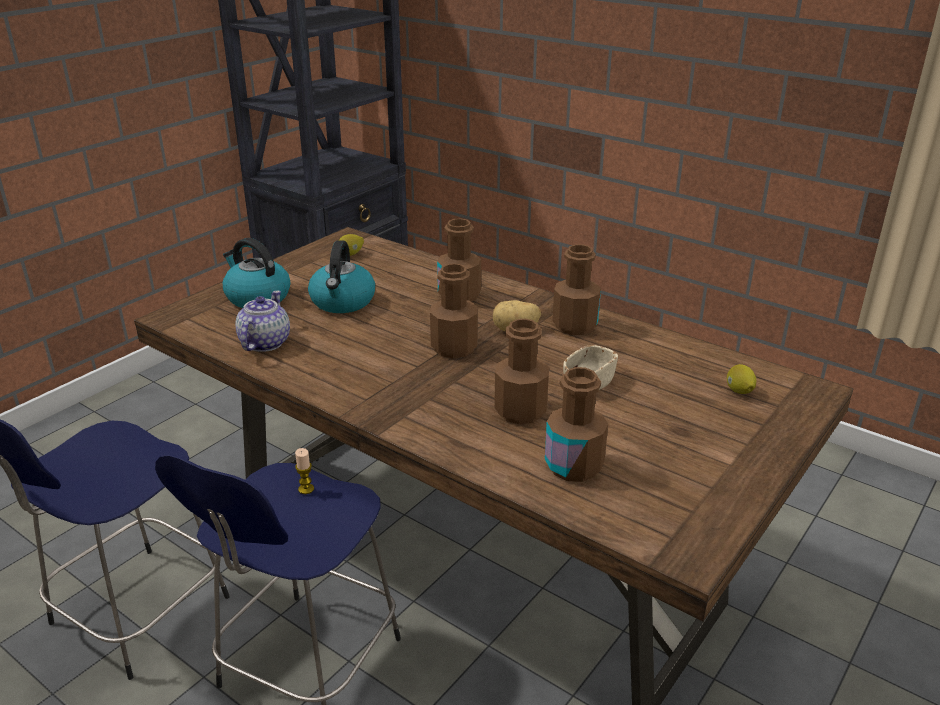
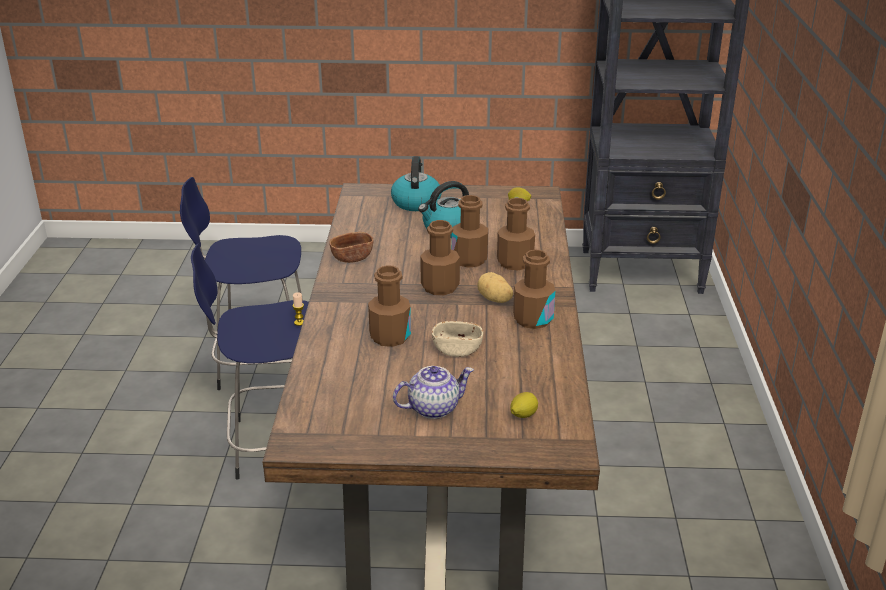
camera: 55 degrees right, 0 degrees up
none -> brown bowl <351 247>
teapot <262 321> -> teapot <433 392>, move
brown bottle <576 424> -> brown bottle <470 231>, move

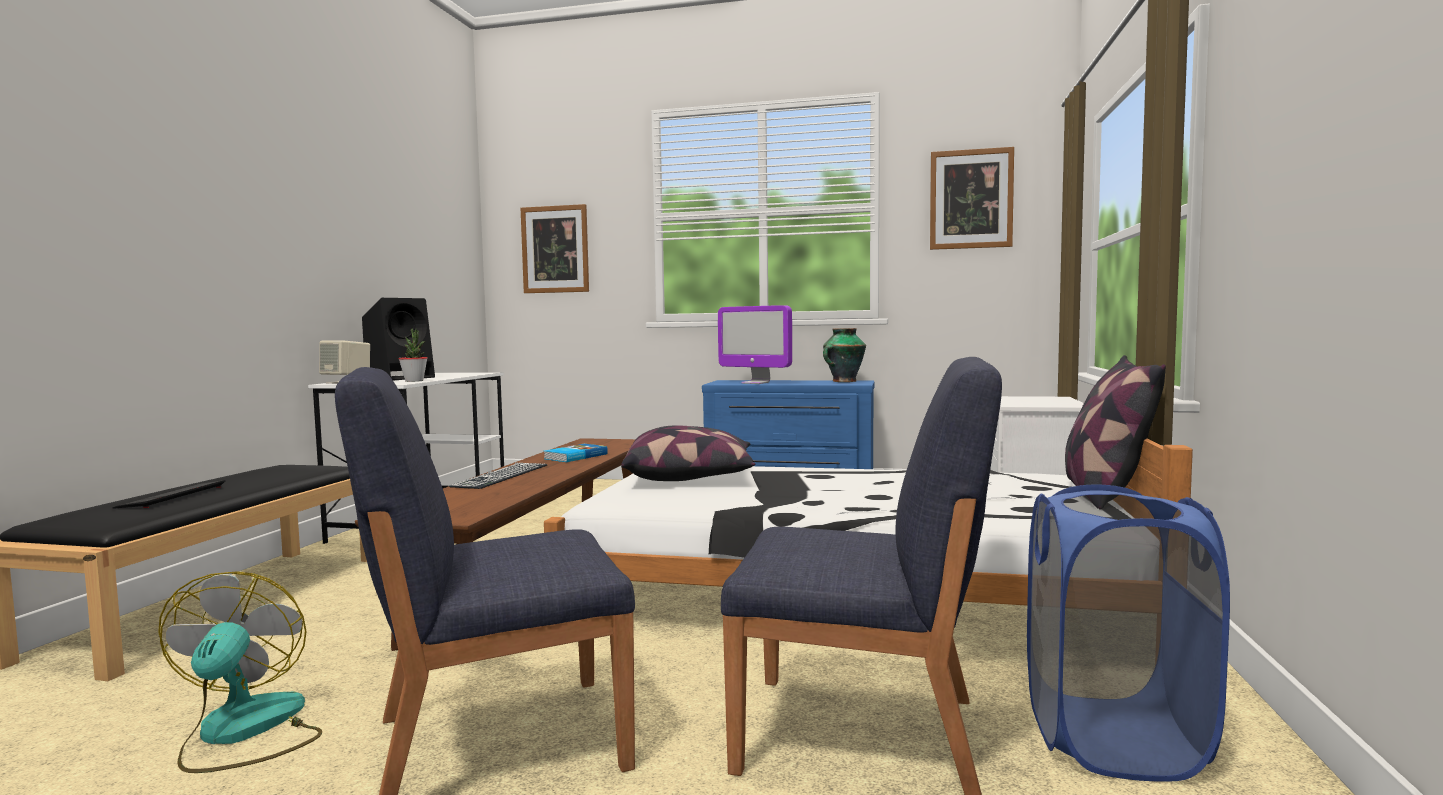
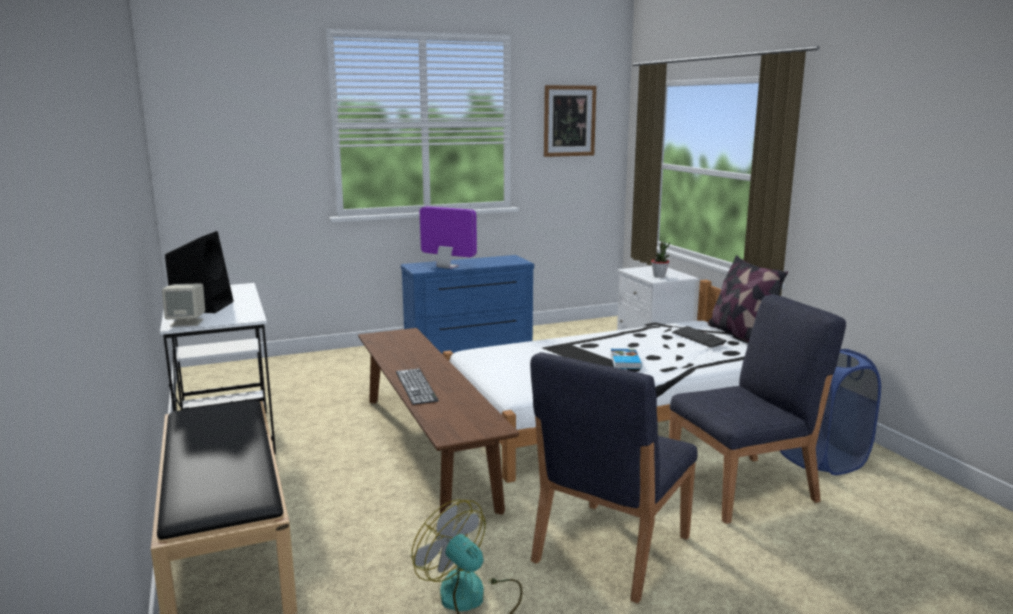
camera: 35 degrees left, 10 degrees up
monitor <755 344> -> monitor <448 237>, 150 degrees counterclockwise
book <576 453> -> book <626 359>, move
potted plant <413 355> -> potted plant <660 260>, move
keyboard <169 494> -> keyboard <699 337>, move
picture <554 248> -> none
pillow <688 453> -> none
vase <844 355> -> none

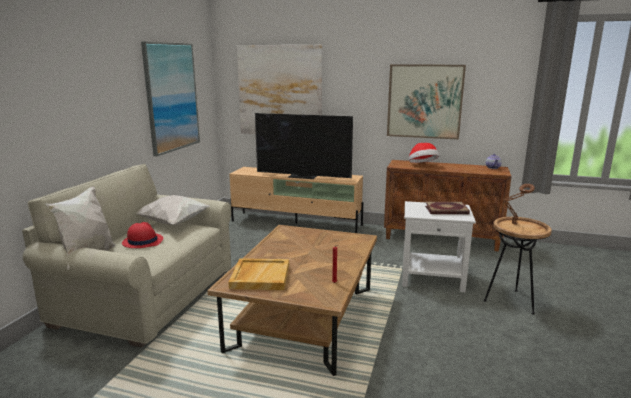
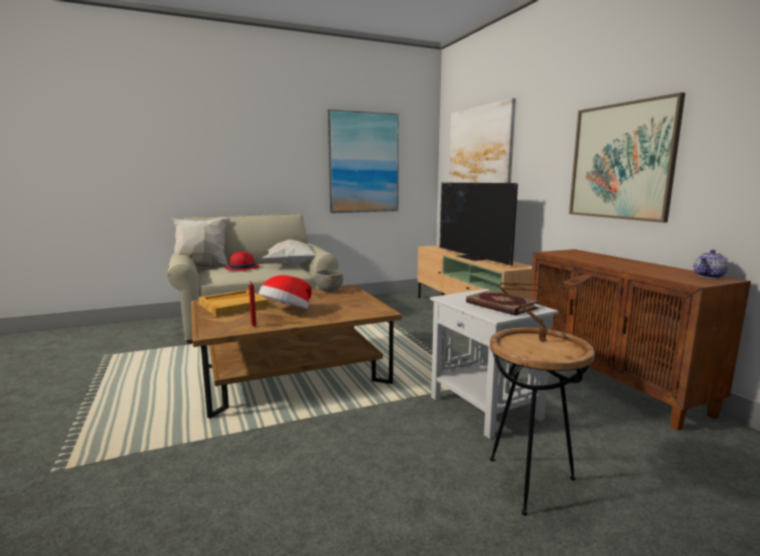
camera: 50 degrees right, 5 degrees down
hat <424 153> -> hat <285 292>, move
none -> grey bowl <329 281>

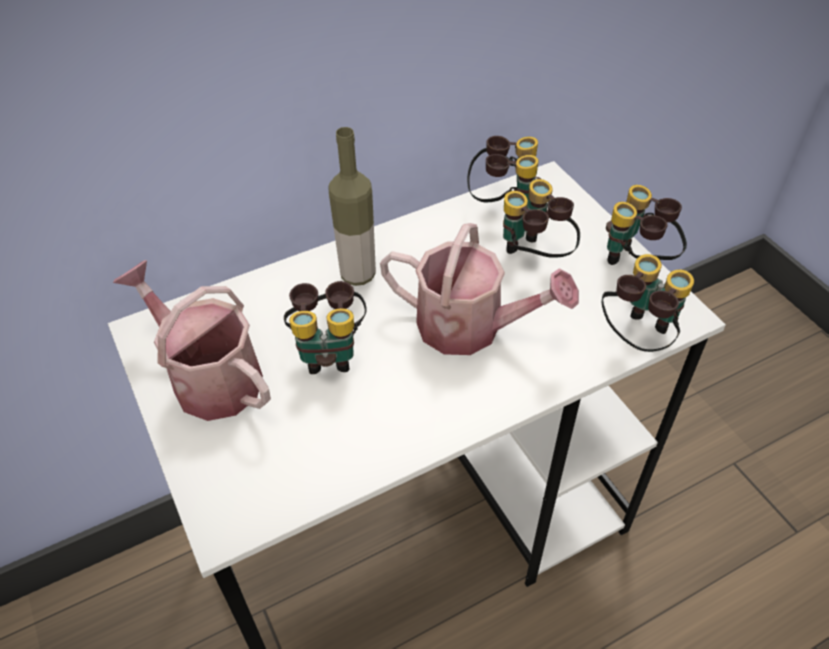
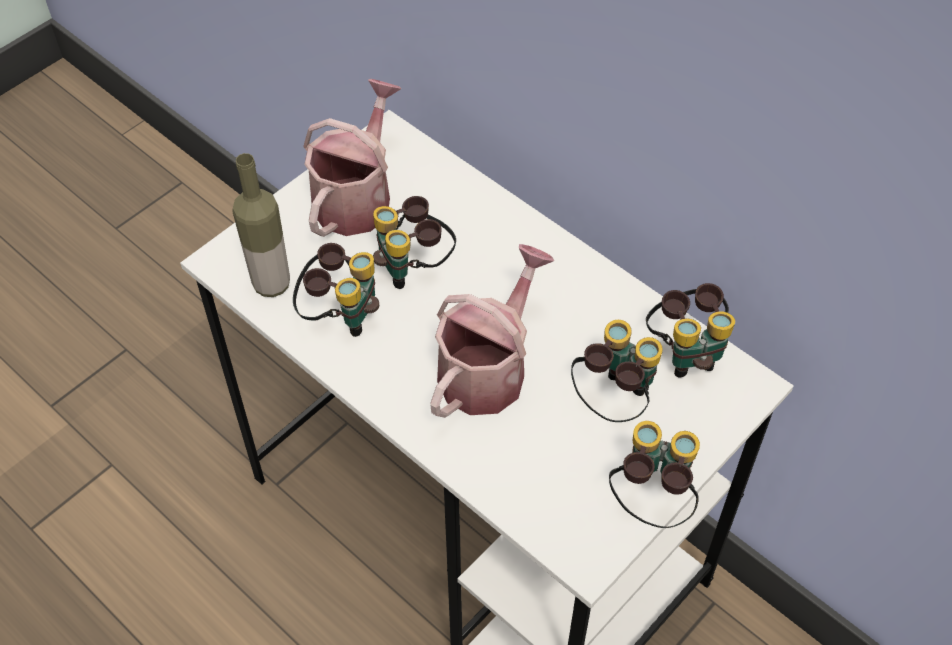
camera: 70 degrees right, 5 degrees up
bottle <352 206> -> bottle <261 225>, move
binoculars <648 303> -> binoculars <336 290>, move
watering can <479 289> -> watering can <492 331>, 150 degrees counterclockwise

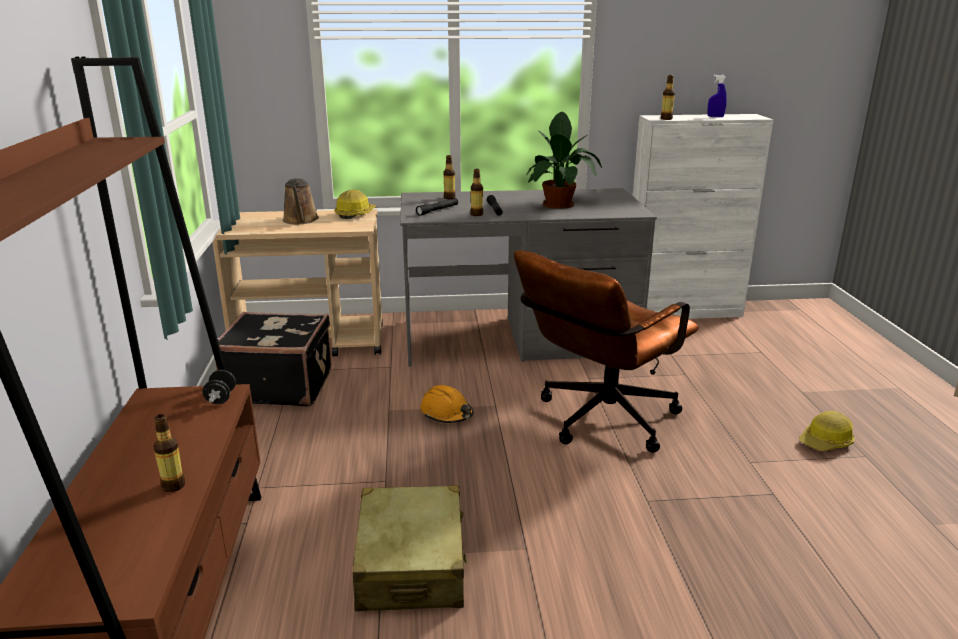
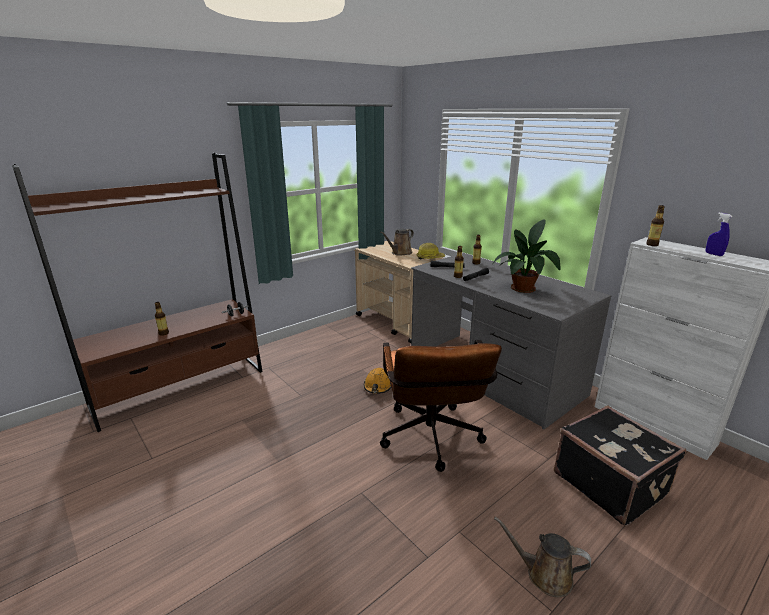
camera: 55 degrees right, 0 degrees up
brown office chair <606 351> -> brown office chair <441 406>, 105 degrees counterclockwise
hard hat <826 431> -> brown watering can <542 557>
black suitcase <271 359> -> black suitcase <620 465>, move
beige suitcase <410 548> -> none

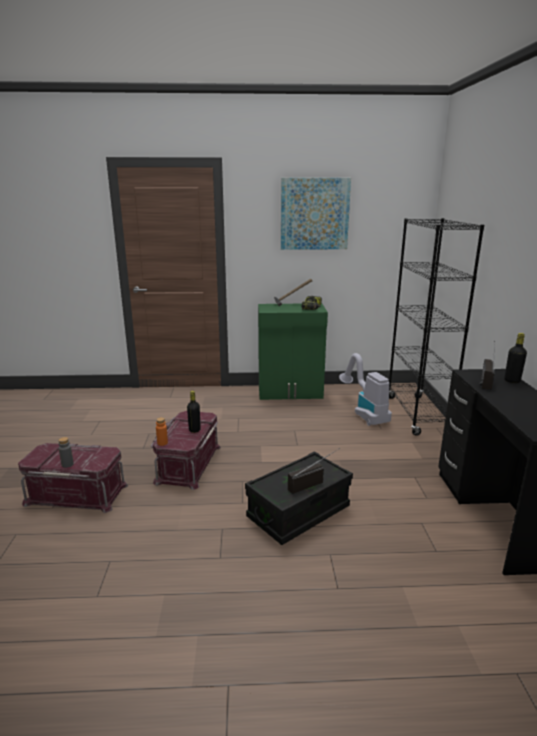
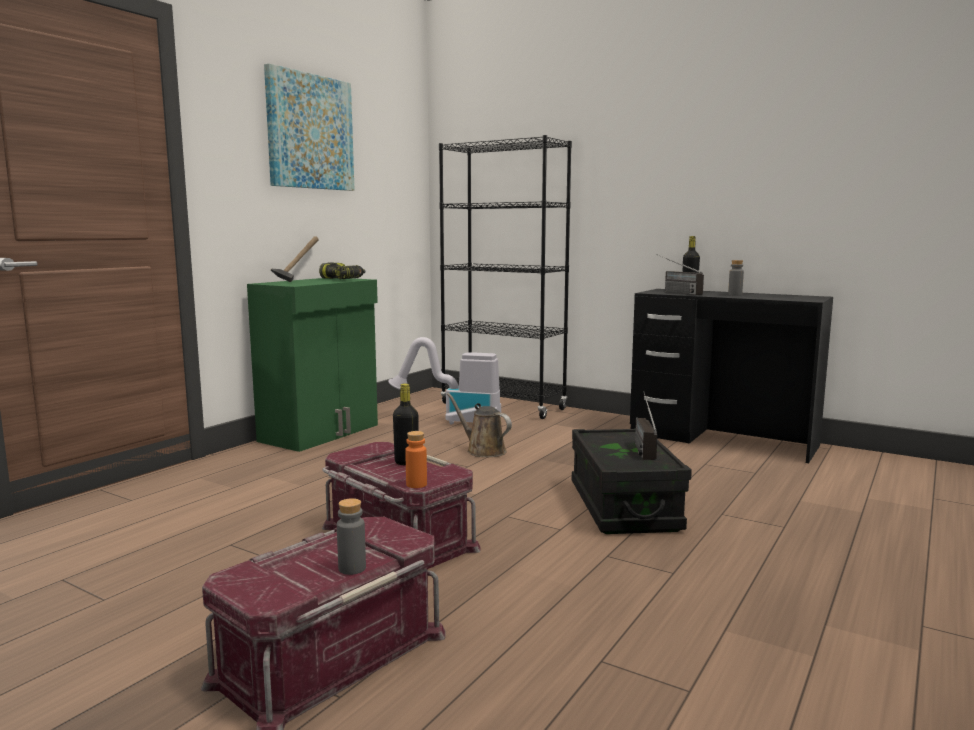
camera: 55 degrees left, 10 degrees down
none -> brown watering can <479 425>
none -> grey bottle <736 278>

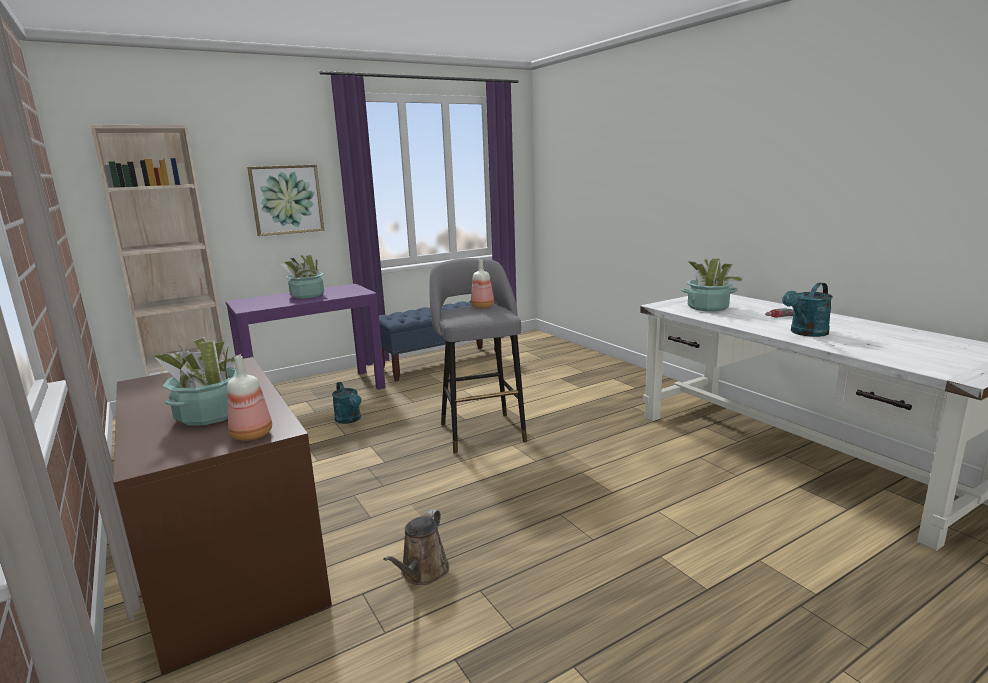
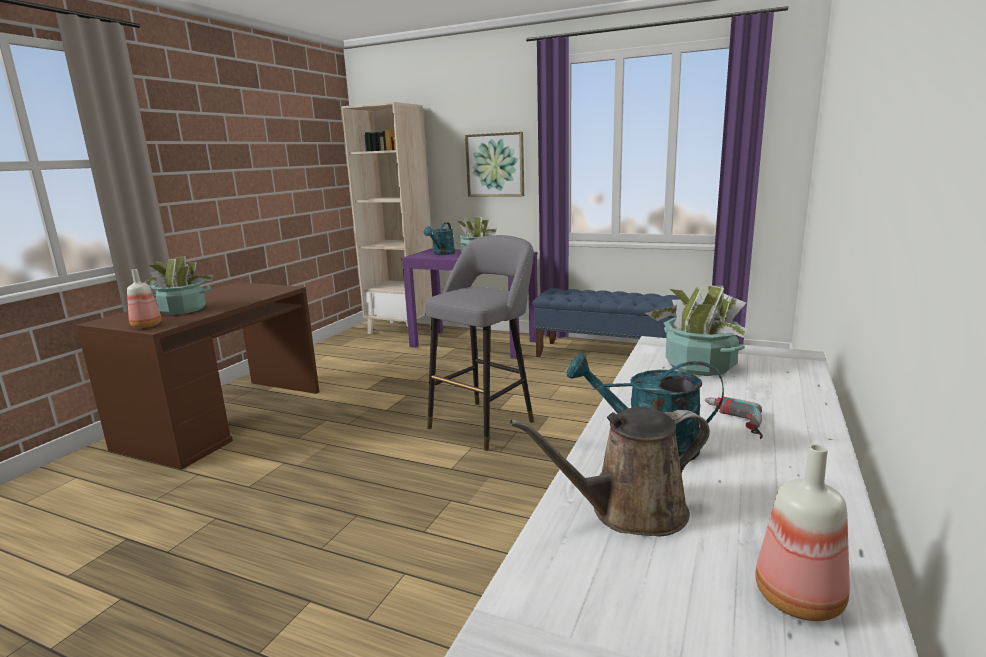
camera: 55 degrees right, 0 degrees up
turquoise watering can <346 403> -> turquoise watering can <439 238>, move
brown watering can <416 547> -> brown watering can <610 472>, move
bottle <482 284> -> bottle <802 532>, move

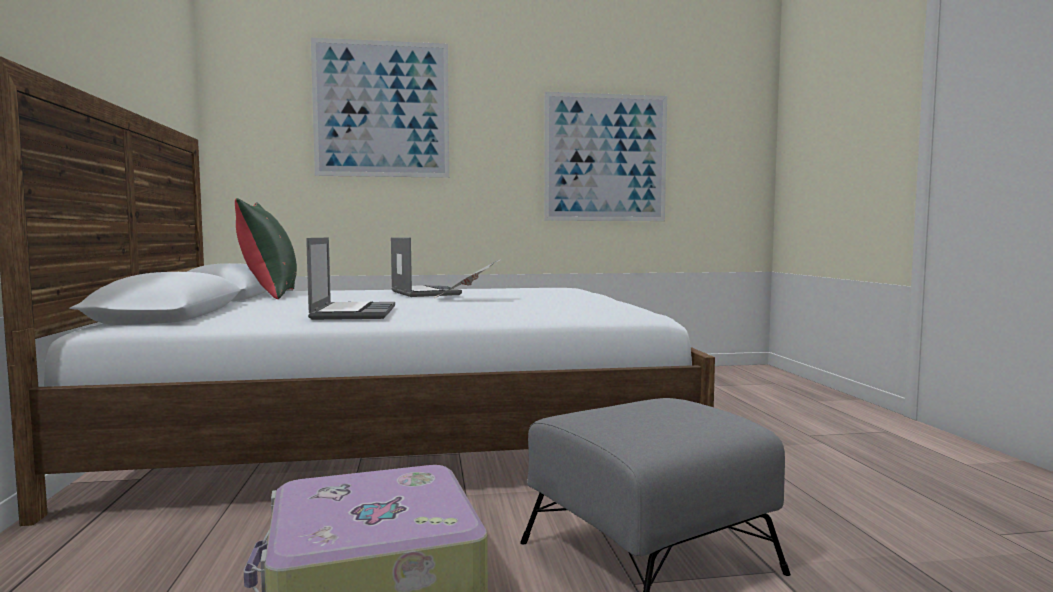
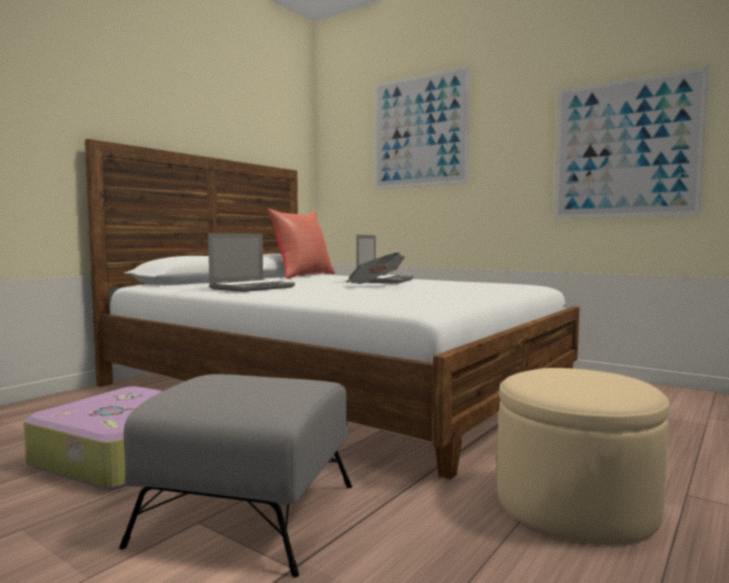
camera: 45 degrees right, 0 degrees up
green pillow <266 248> -> red pillow <301 244>
none -> beige ottoman <583 456>

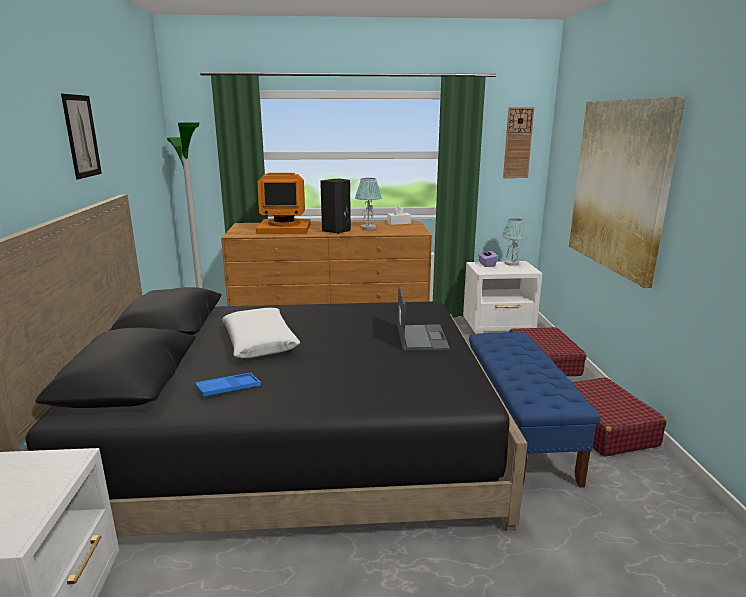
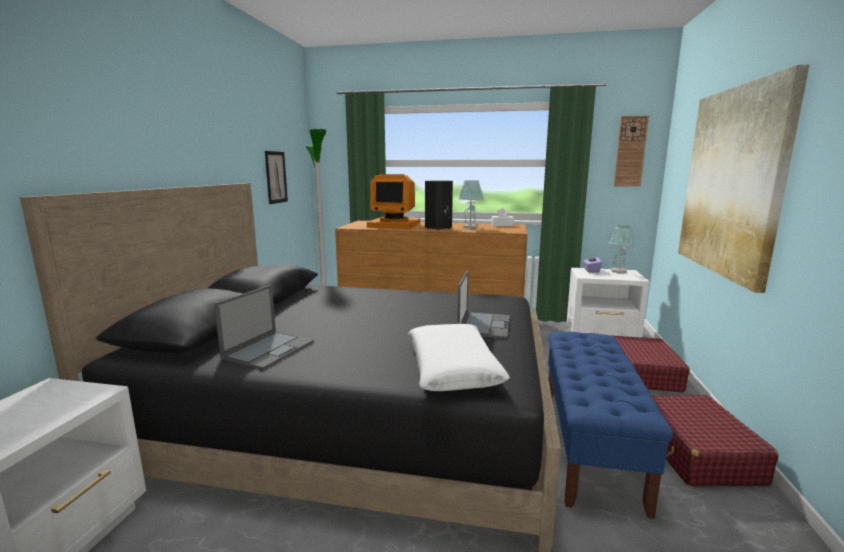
camera: 15 degrees right, 5 degrees down
blue tray <228 385> -> laptop <264 327>
picture <81 136> -> picture <276 177>, move
white pillow <261 333> -> white pillow <459 357>, move

